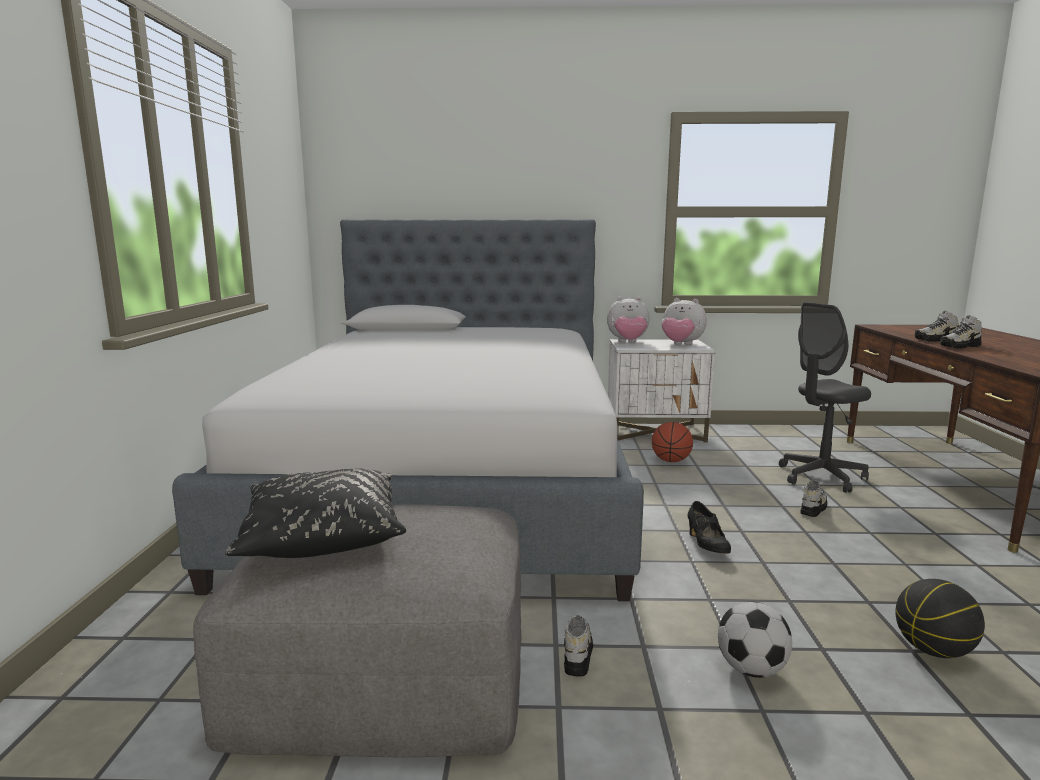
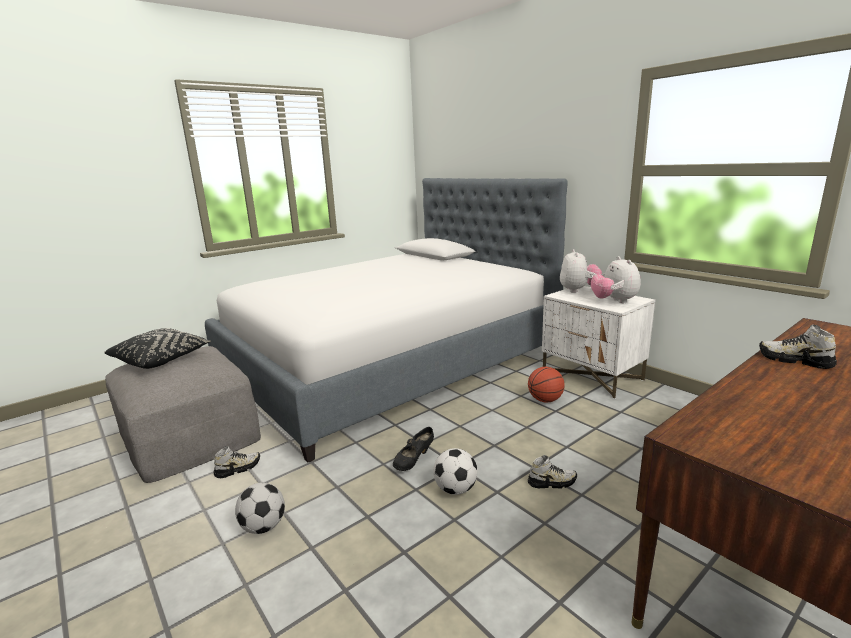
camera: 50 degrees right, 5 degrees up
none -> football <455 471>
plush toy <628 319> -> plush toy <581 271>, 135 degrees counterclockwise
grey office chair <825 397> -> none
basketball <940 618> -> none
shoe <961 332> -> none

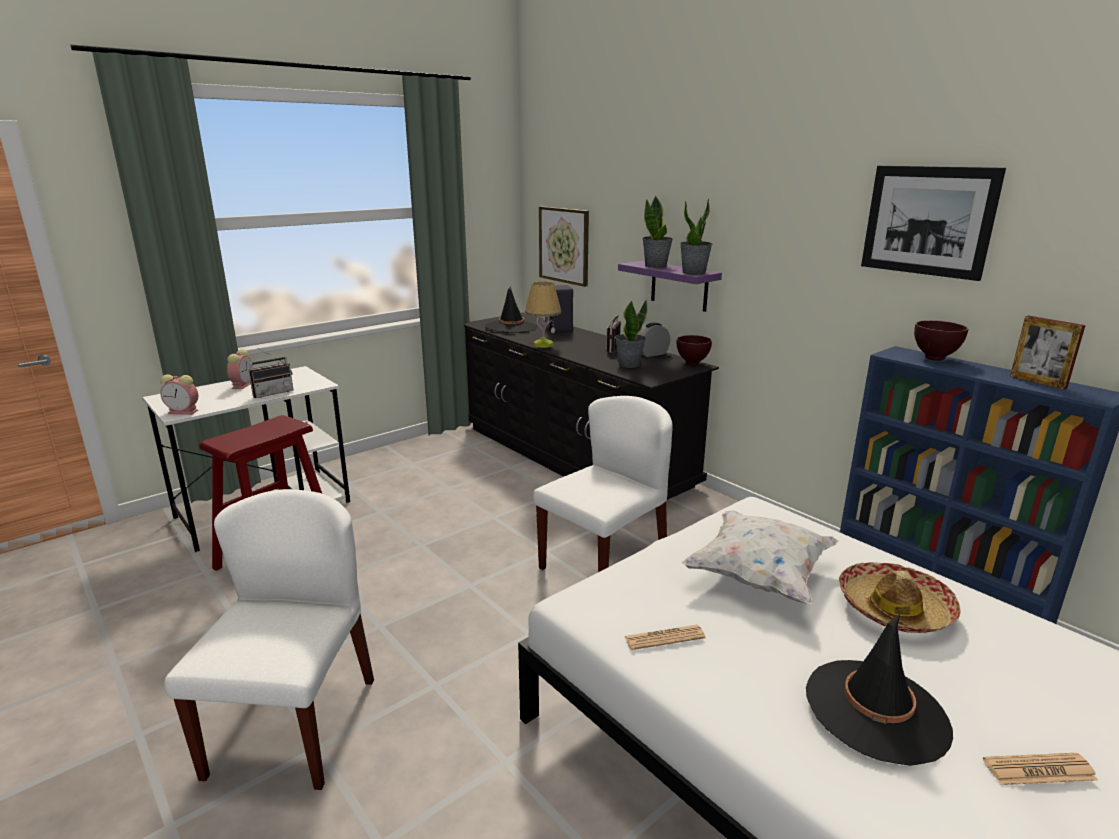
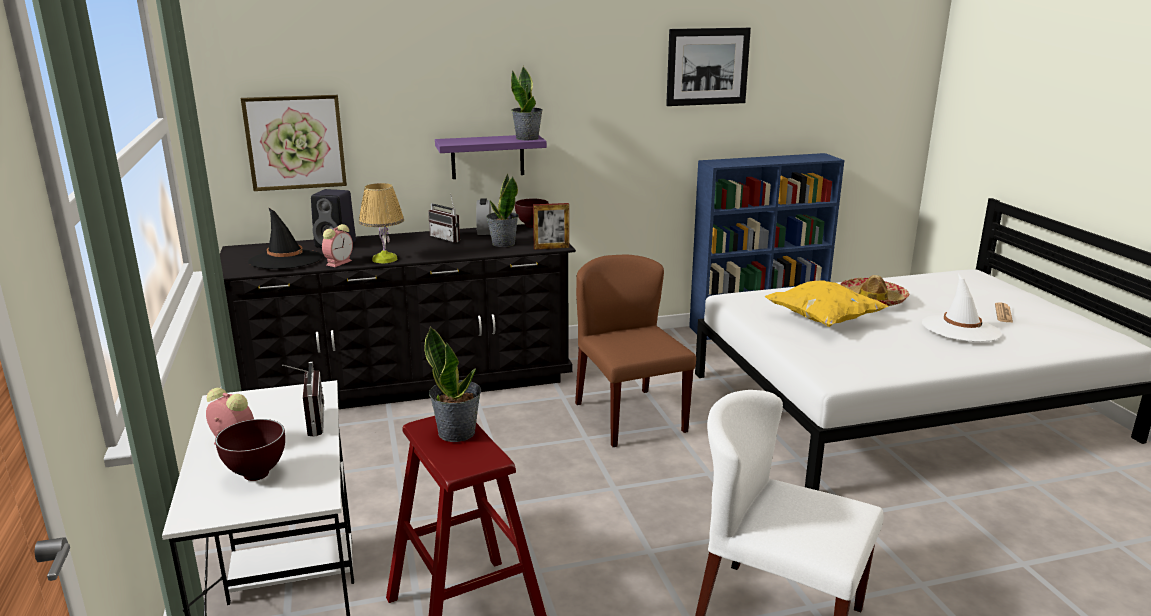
camera: 65 degrees left, 0 degrees up
brown bowl <941 340> -> brown bowl <250 450>, move
alarm clock <179 394> -> alarm clock <337 245>, move
potted plant <657 232> -> potted plant <452 384>, move
picture frame <1048 352> -> picture frame <551 226>, move
white chair <603 484> -> brown chair <635 351>
white pillow <760 557> -> yellow pillow <827 303>
black hat <879 690> -> white hat <961 308>
newspaper <664 637> -> none

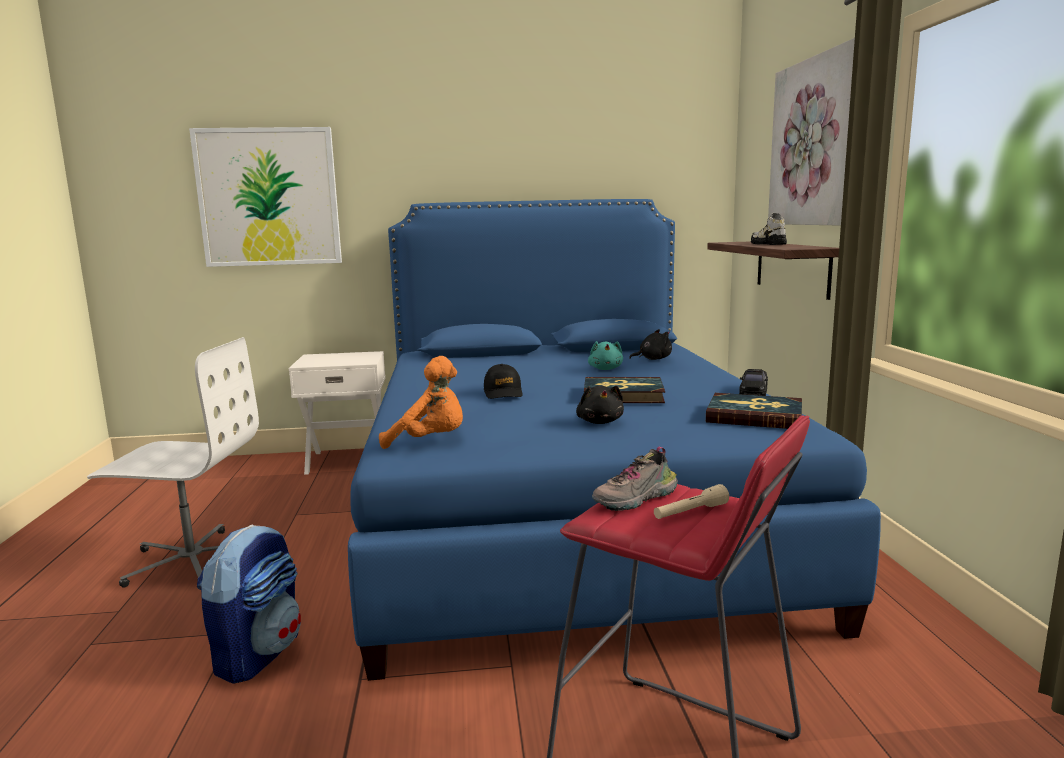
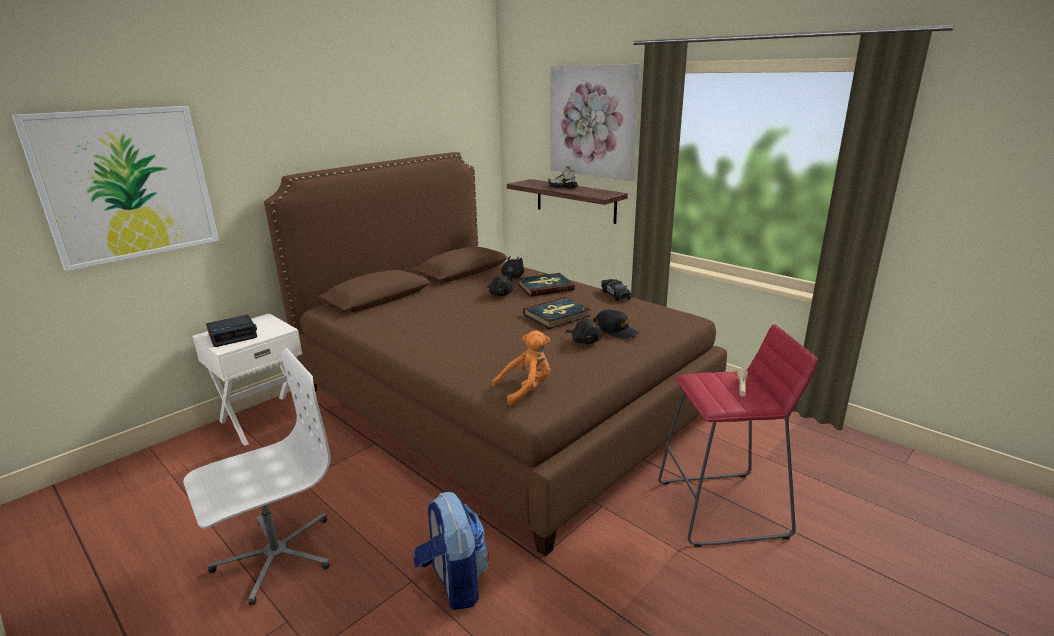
camera: 40 degrees left, 10 degrees up
none -> alarm clock <231 331>
blue bed <614 440> -> brown bed <495 354>
turquoise plush toy <605 355> -> black plush toy <500 285>
book <754 411> -> book <546 285>, move
black cap <503 381> -> black cap <617 324>, move
shoe <635 479> -> none

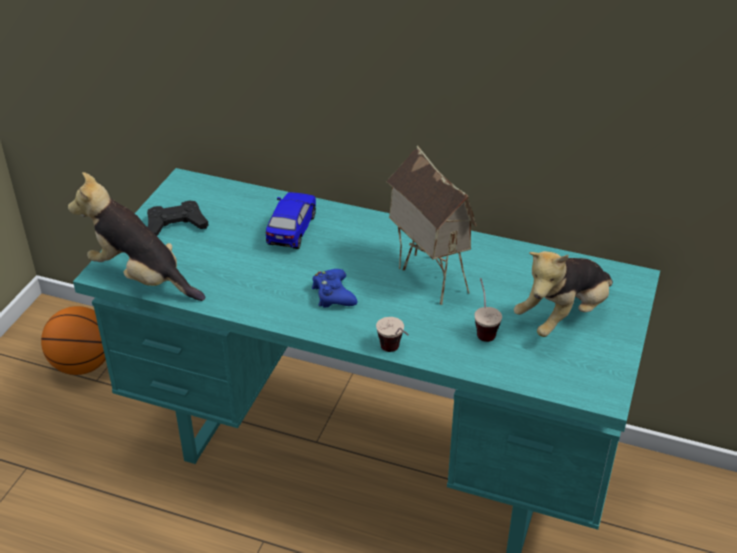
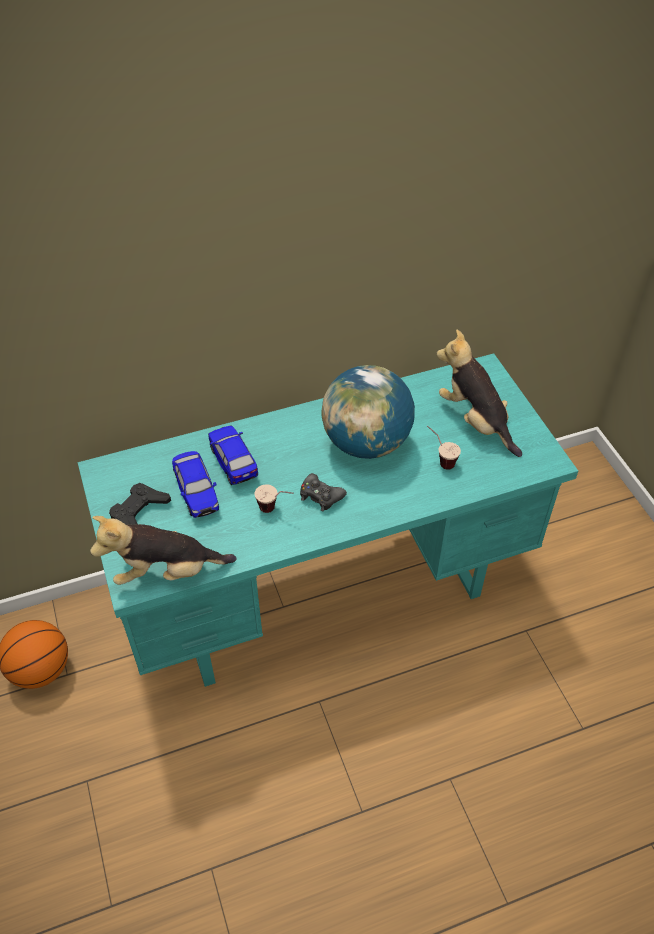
camera: 40 degrees left, 10 degrees up
none -> toy car <195 484>
cup <392 334> -> cup <273 498>, move
blue game controller <334 288> -> black game controller <323 492>
toy house <431 225> -> globe <368 412>
plush toy <563 294> -> plush toy <479 393>, 135 degrees clockwise

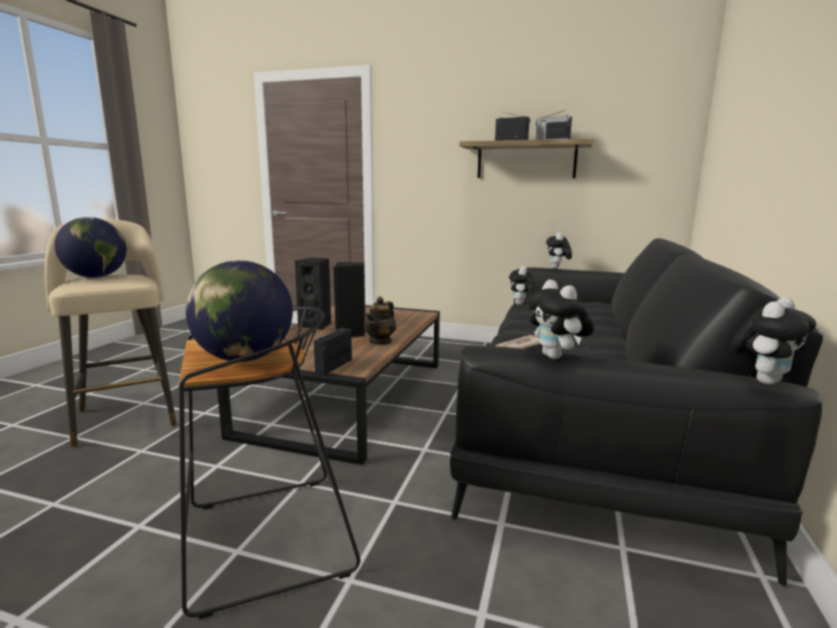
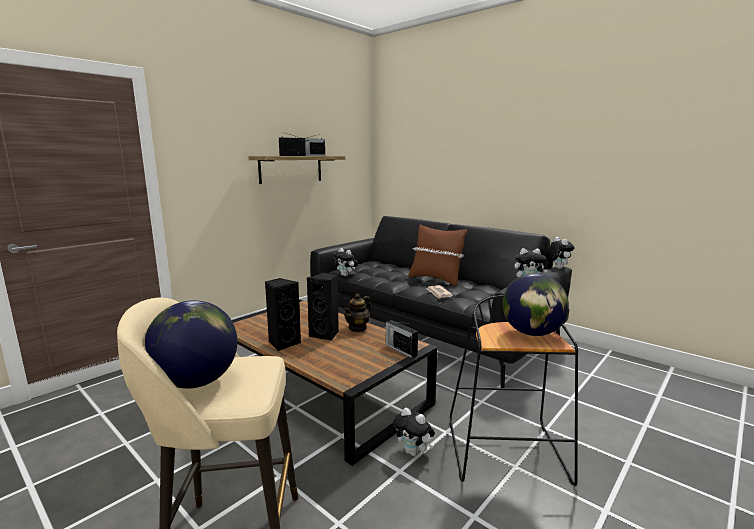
camera: 65 degrees left, 0 degrees up
teapot <380 321> -> teapot <357 312>, 75 degrees clockwise
plush toy <559 250> -> plush toy <414 432>, move
none -> brown pillow <437 255>

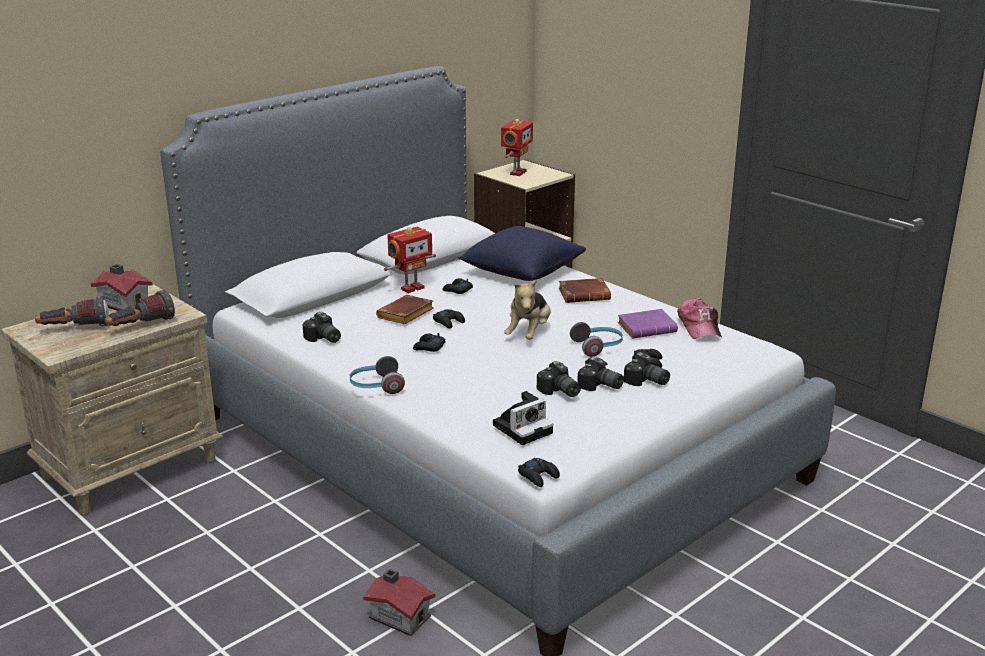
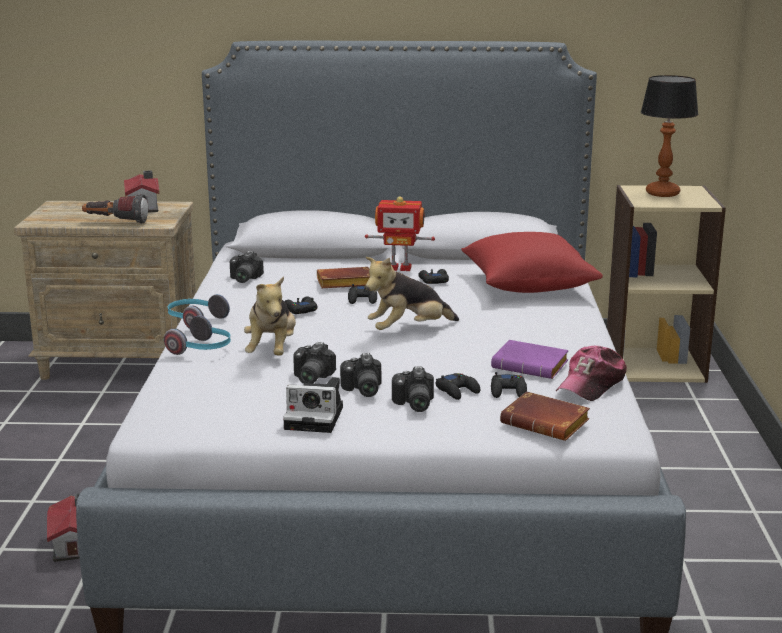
camera: 45 degrees right, 5 degrees down
headphones <596 339> -> headphones <197 335>, move
none -> plush toy <270 316>
photo camera <523 418> -> photo camera <313 405>, move
blue pillow <522 253> -> red pillow <532 262>
black game controller <539 472> -> black game controller <509 385>, move
brown book <585 290> -> brown book <545 416>, move
toy robot <517 147> -> table lamp <669 136>
flashlight <72 311> -> none

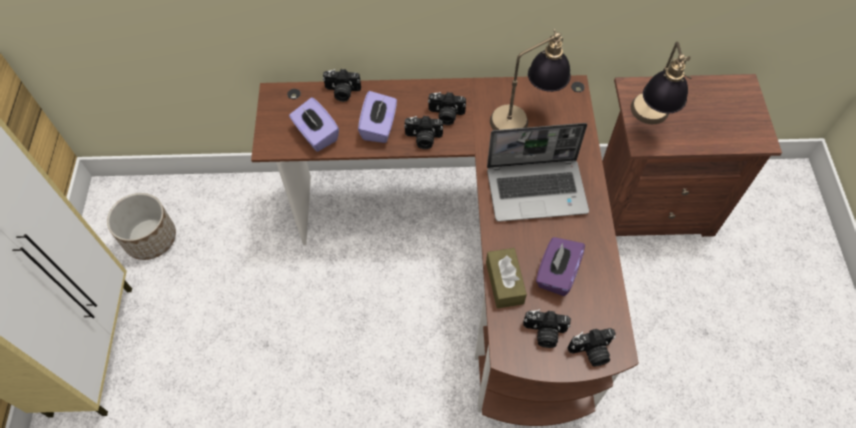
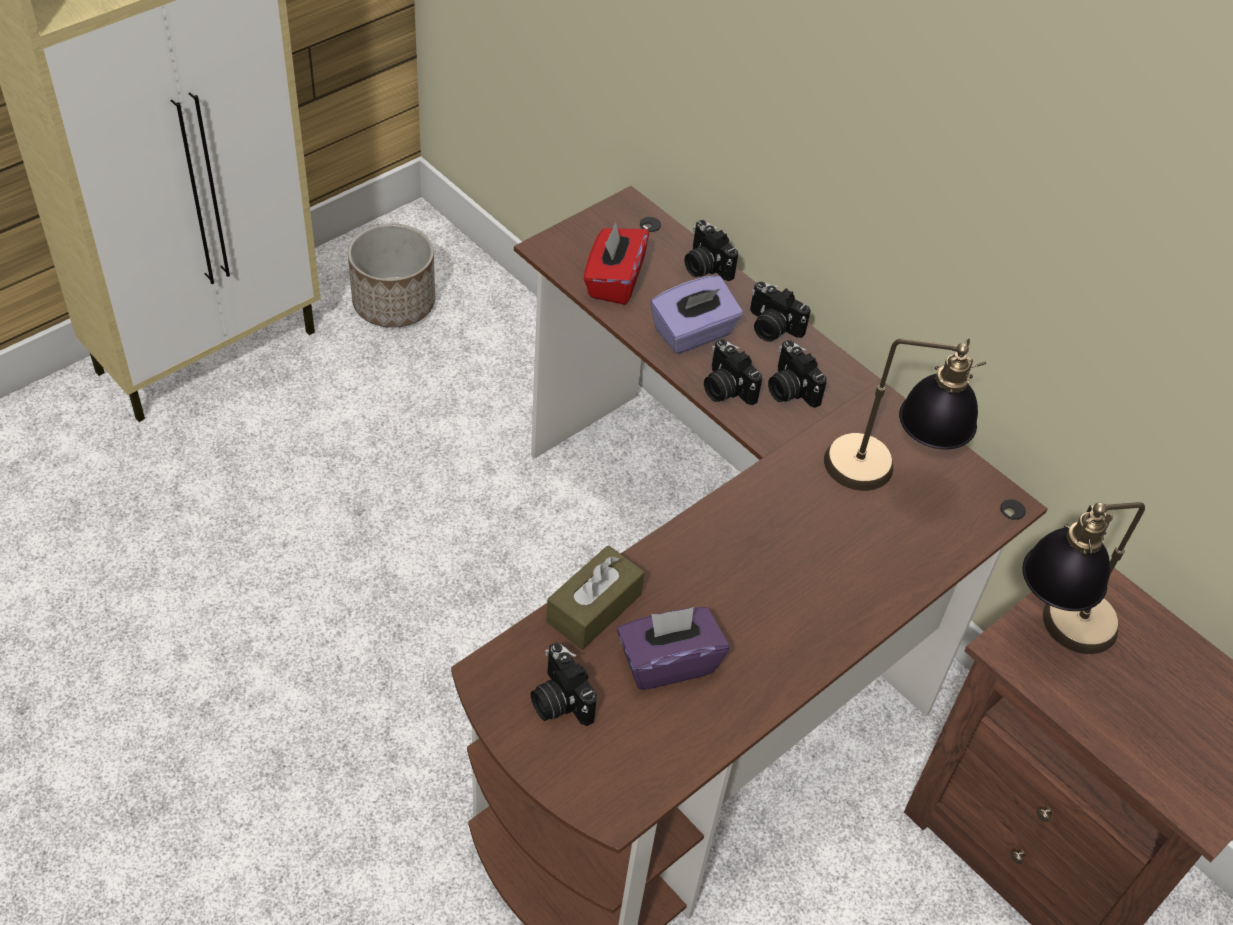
camera: 45 degrees right, 10 degrees down
purple tissue box <314 124> -> red tissue box <616 263>
photo camera <592 347> -> photo camera <780 312>, move
laptop <538 172> -> none

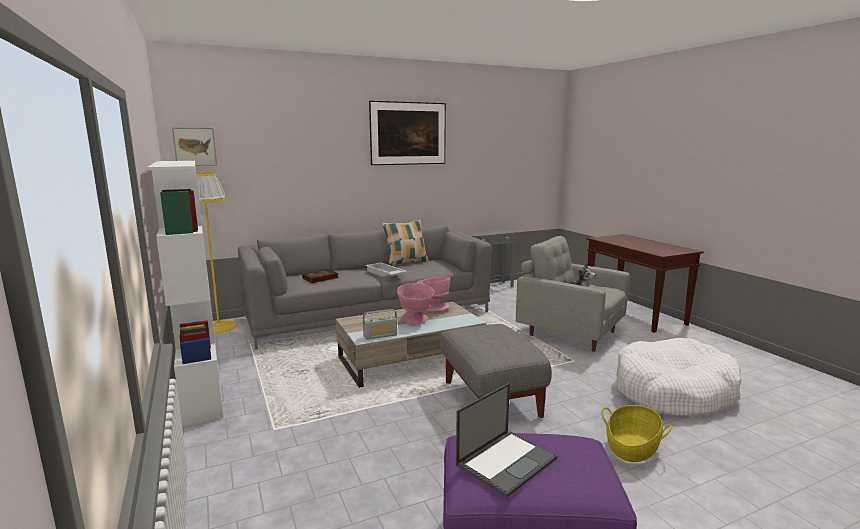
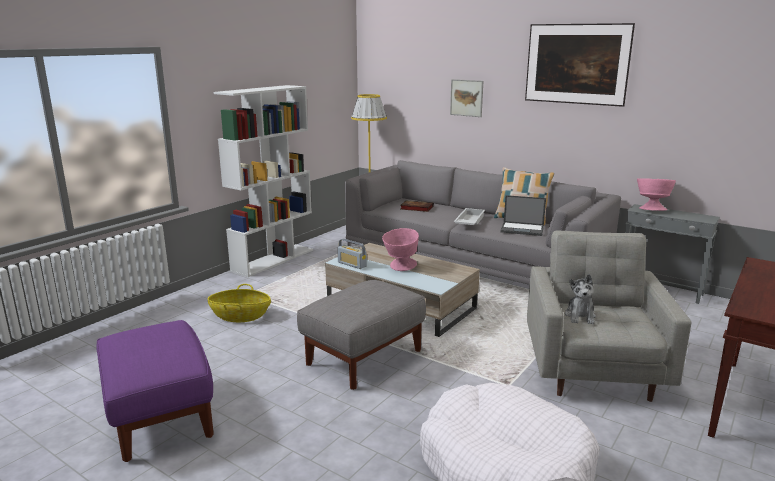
camera: 60 degrees right, 5 degrees up
basket <636 433> -> basket <239 303>, move
picture <194 146> -> picture <466 98>, move
laptop <506 440> -> laptop <523 215>, move
pink bowl <433 294> -> pink bowl <656 194>, move

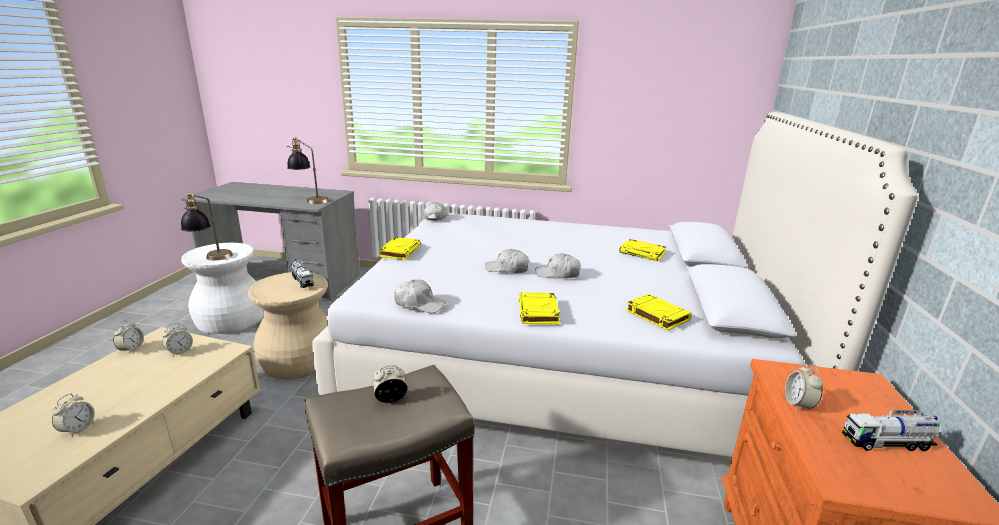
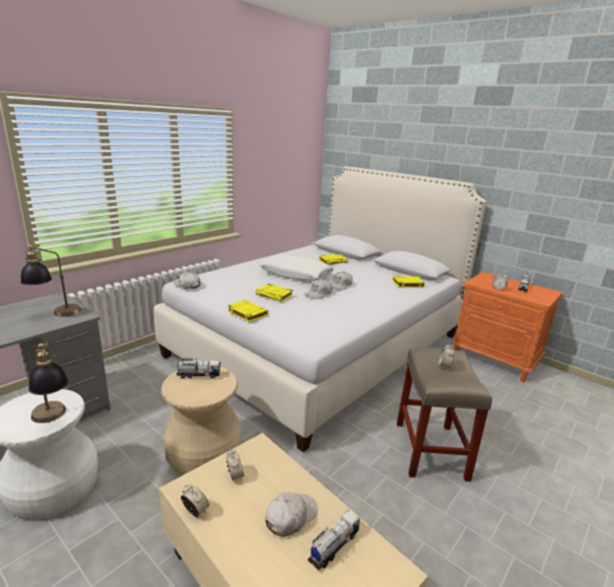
camera: 60 degrees left, 0 degrees up
yellow book <539 308> -> yellow book <274 293>, move
none -> white pillow <297 268>
white cap <420 296> -> white cap <291 514>, move
alarm clock <73 415> -> toy truck <334 540>

